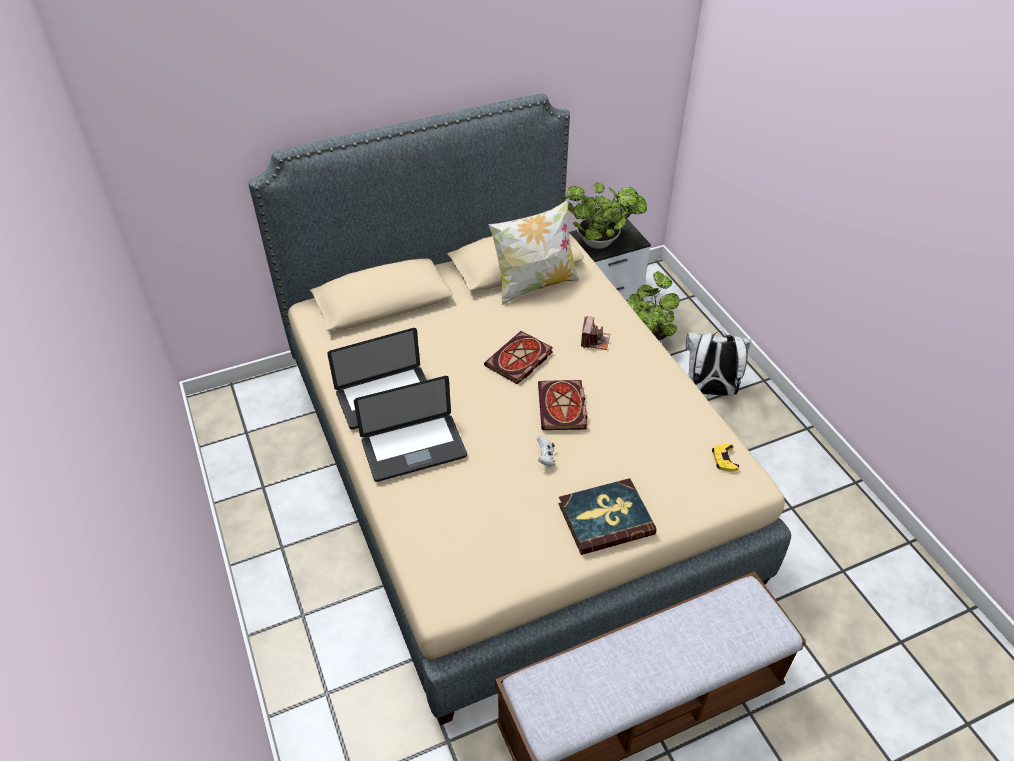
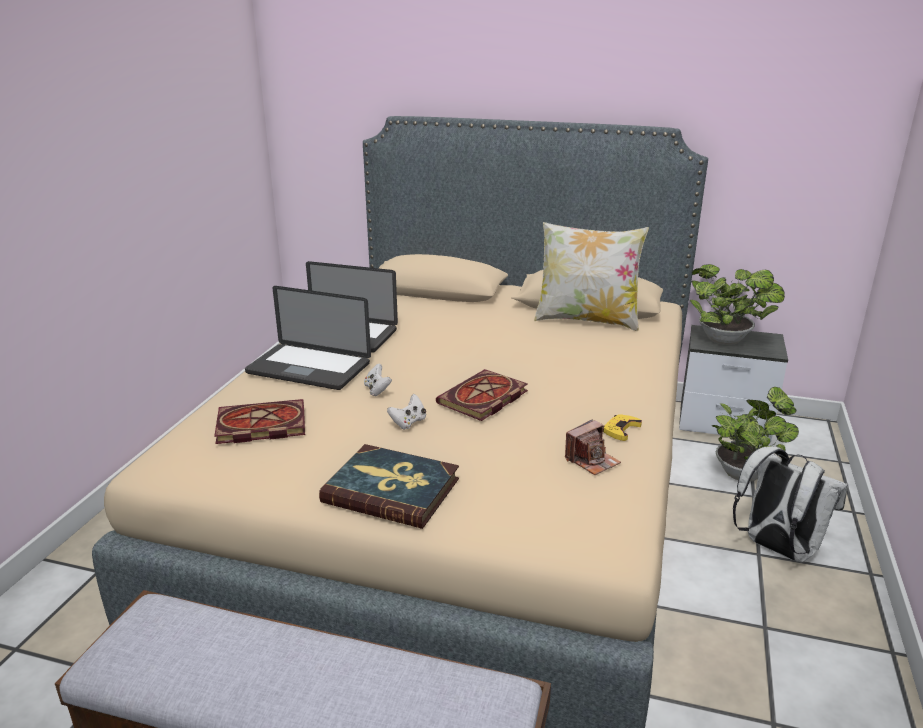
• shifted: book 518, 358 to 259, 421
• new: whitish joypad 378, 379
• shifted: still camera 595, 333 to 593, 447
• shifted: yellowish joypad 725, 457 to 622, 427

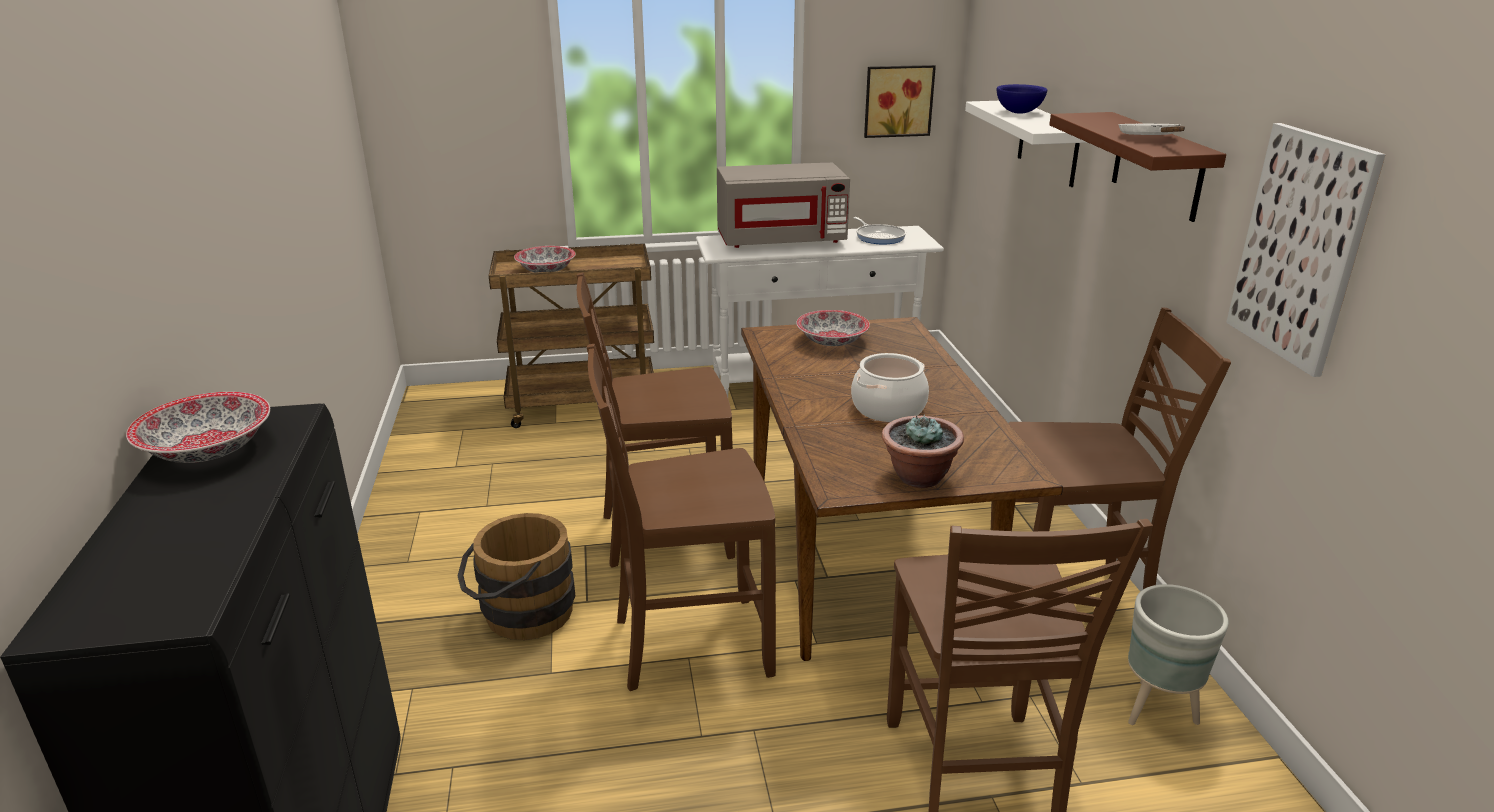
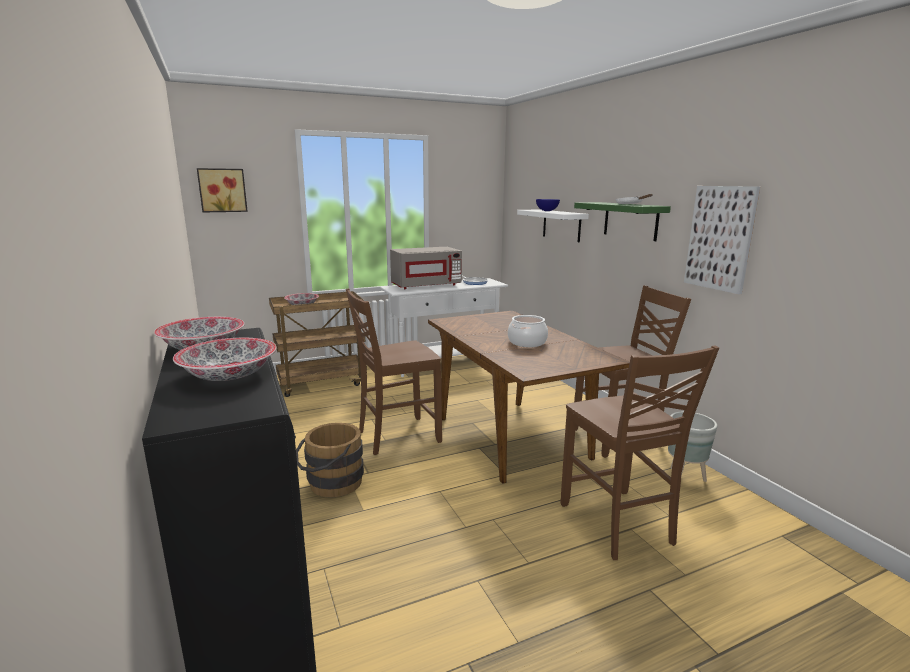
• shifted: deep dish 833, 328 to 225, 359
• shifted: wall art 900, 101 to 222, 190
• repainted: brown-coloured shelf 1137, 167 to greenish shelf 622, 221
• gone: brown-coloured chair 681, 517
• gone: potted plant 923, 451

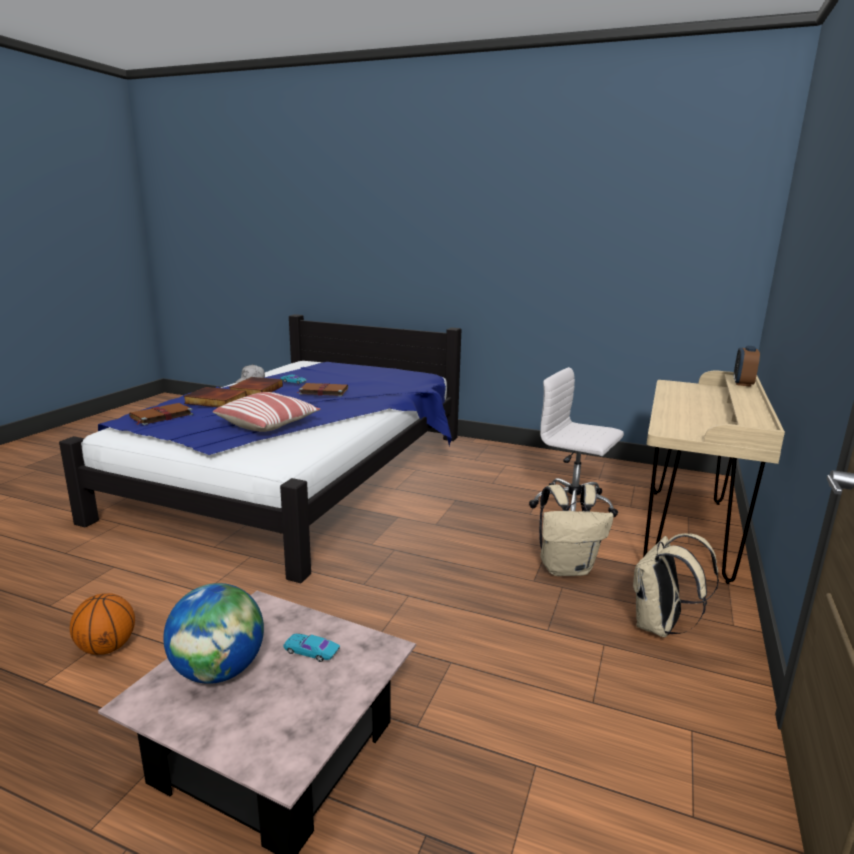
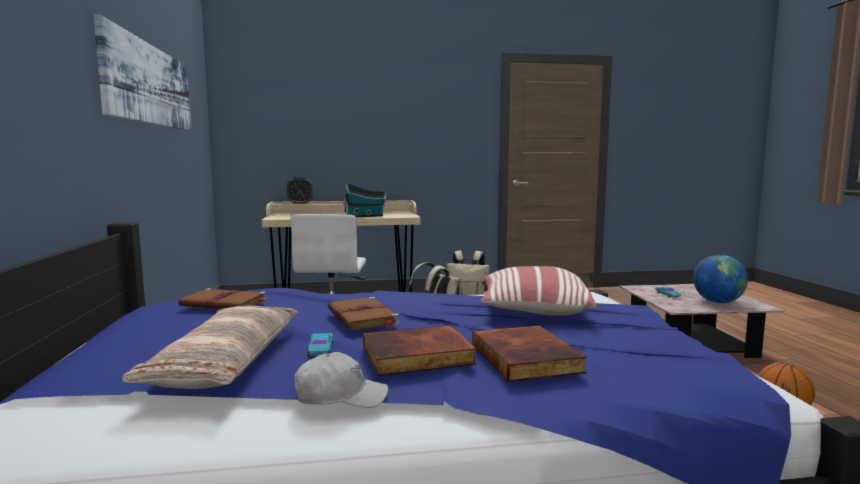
• new: wall art 142, 73
• new: cushion 210, 347
• shifted: brown-coloured book 161, 414 to 222, 298
• new: model house 364, 200

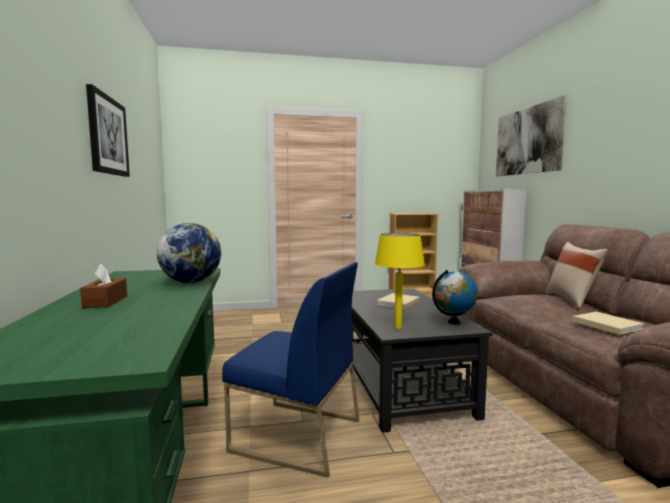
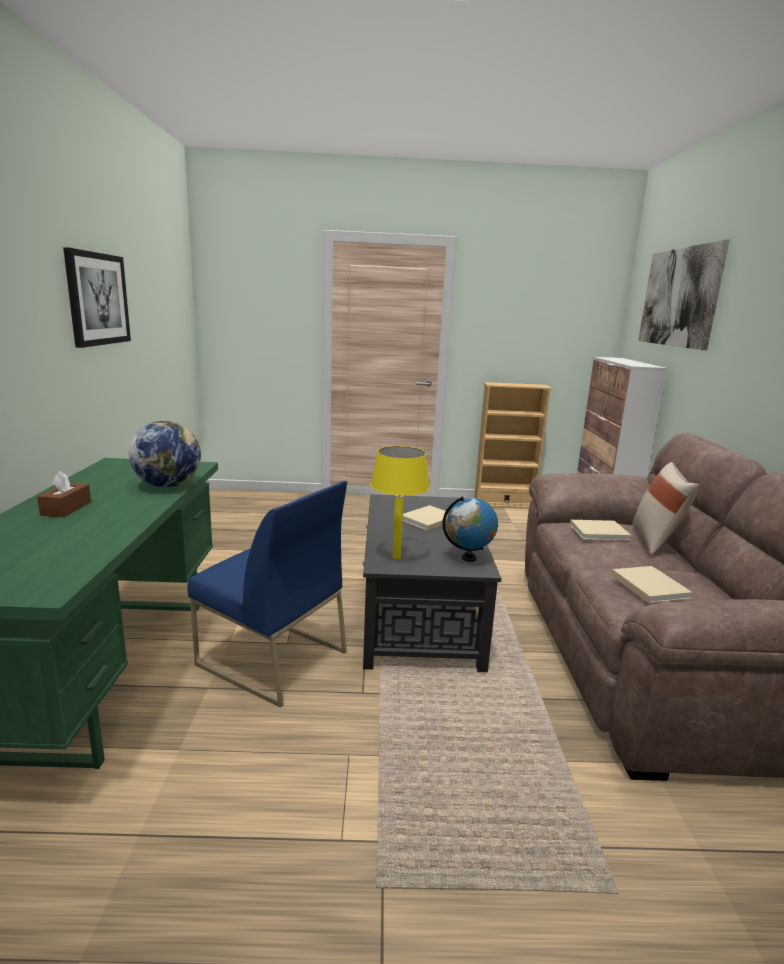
• new: beige-coloured book 600, 530

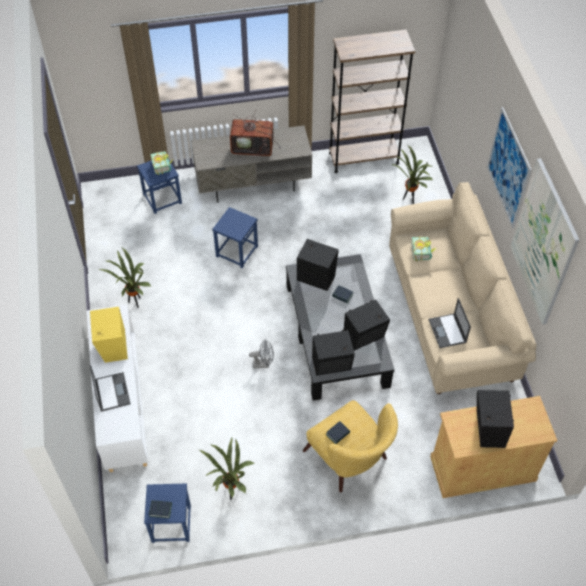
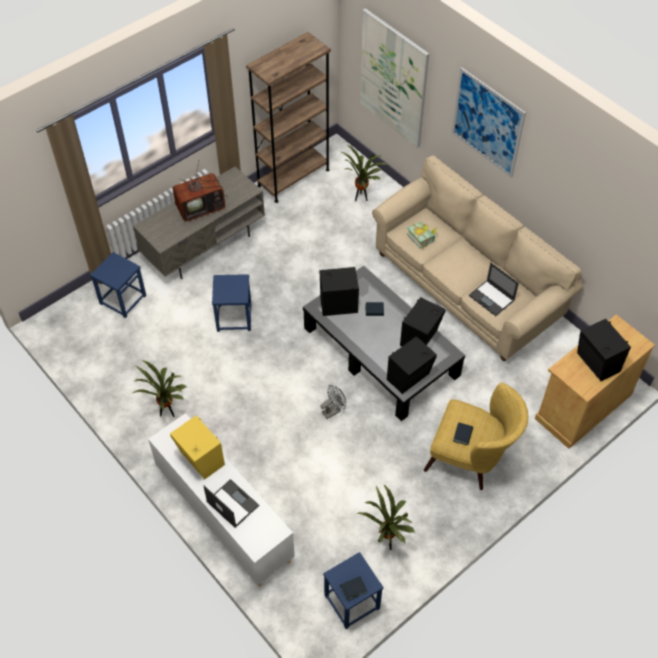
• shifted: wall art 544, 241 to 394, 78
• gone: book 162, 163

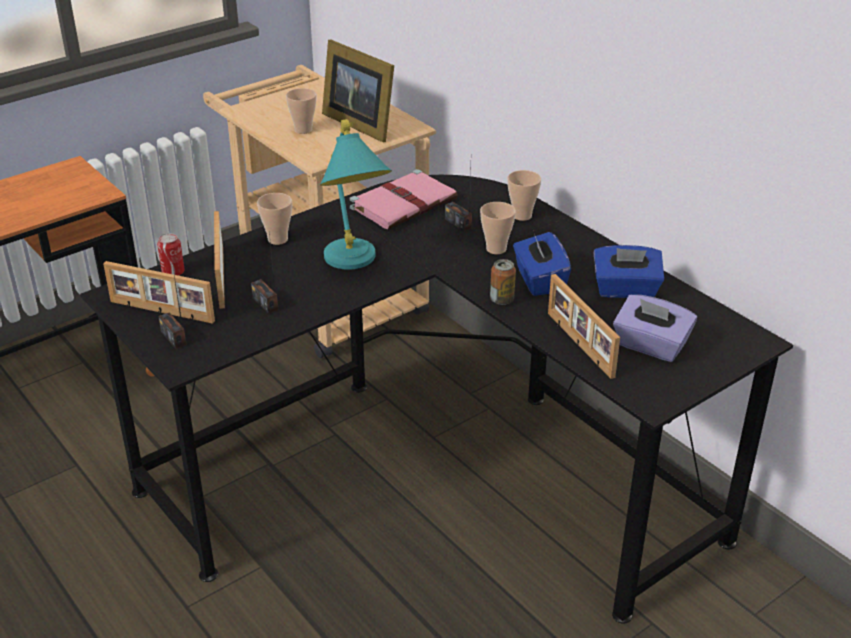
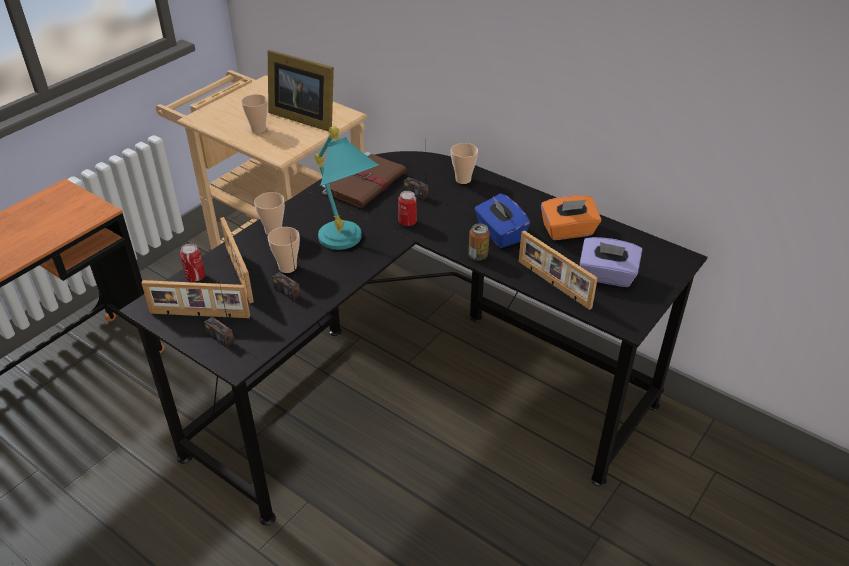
• shifted: small cup 498, 228 to 283, 250
• repainted: pink book 403, 199 to brown-coloured book 364, 180
• new: sealed can 407, 208
• repainted: blue-coloured tissue holder 629, 271 to orangey tissue holder 571, 217

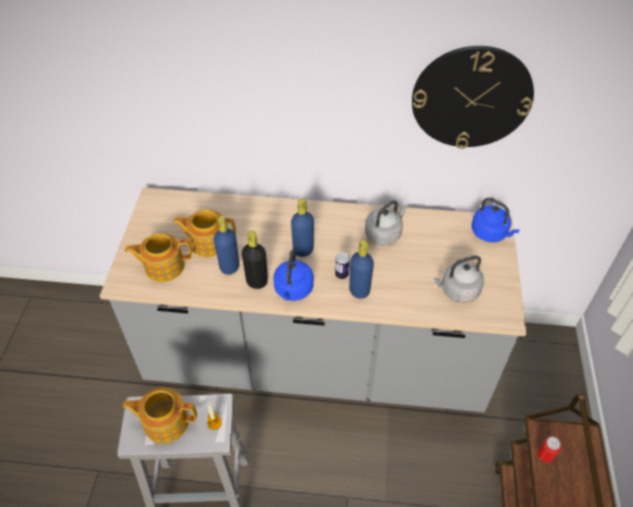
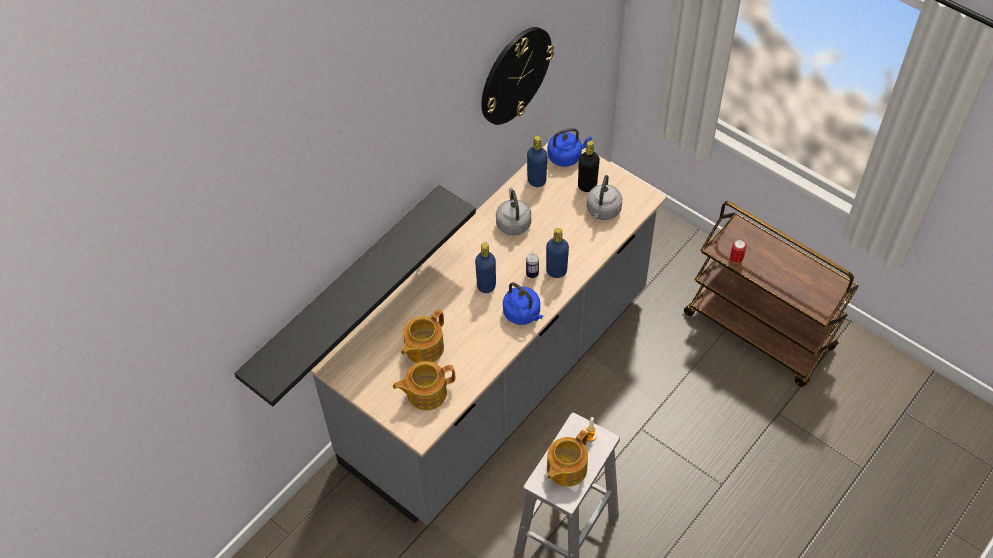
• new: blackish shelf 355, 296
• rotated: teapot 158, 257 = 424, 386 45 degrees clockwise
• shifted: blue-coloured beverage bottle 226, 245 to 537, 161
• shifted: blackish beverage bottle 255, 260 to 589, 166

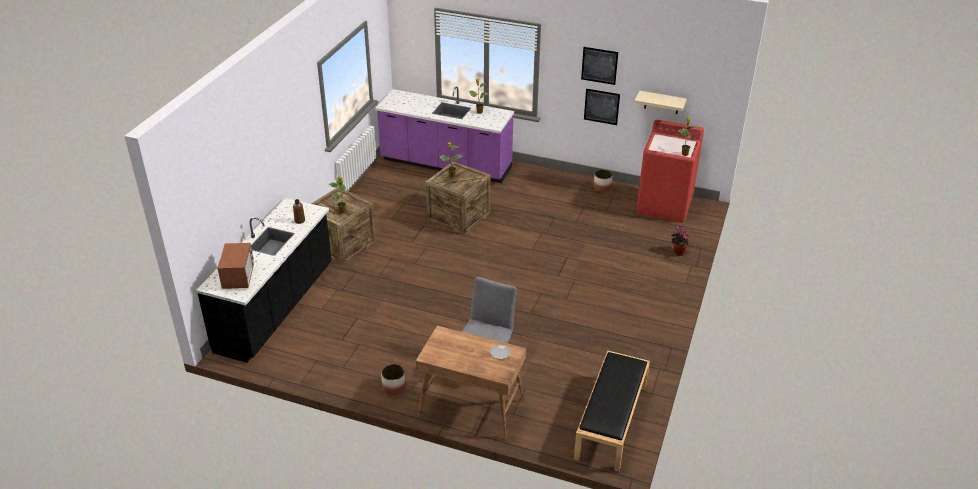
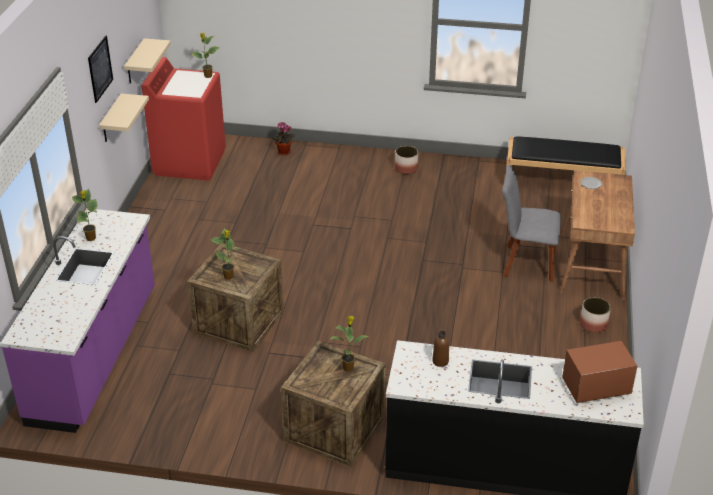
• swapped: wall art 602, 107 to beige-coloured shelf 124, 118
• shifted: flower pot 603, 180 to 406, 160

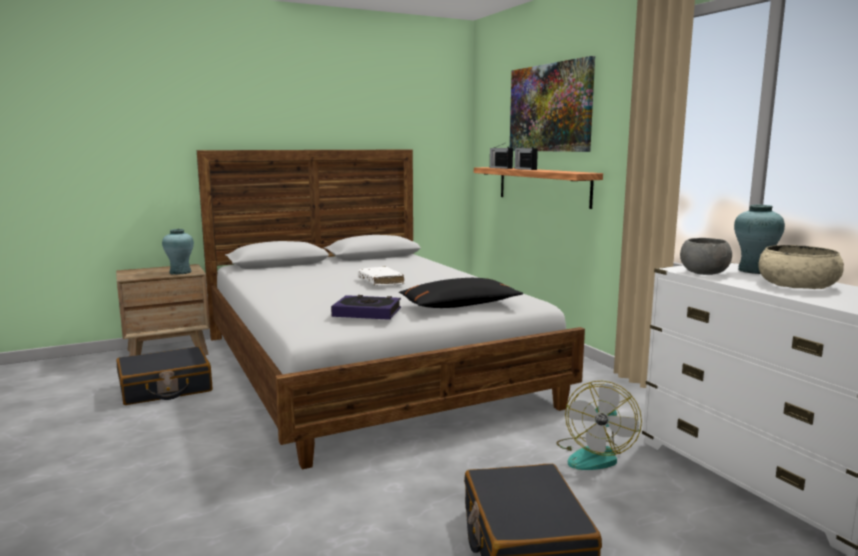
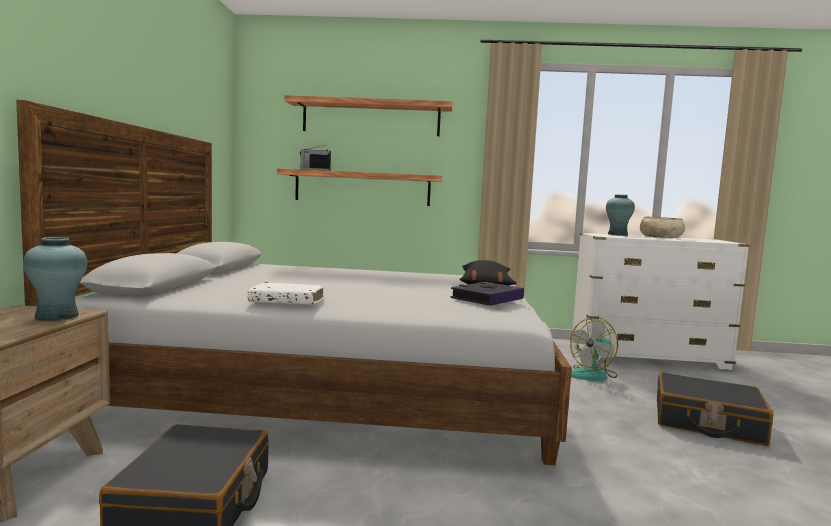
• shifted: whitish book 381, 276 to 286, 293
• swapped: wall art 552, 104 to shelf 368, 115
• rotated: cooling fan 599, 425 = 594, 349 90 degrees clockwise
• gone: radio set 526, 156
• gone: gray deep dish 706, 256

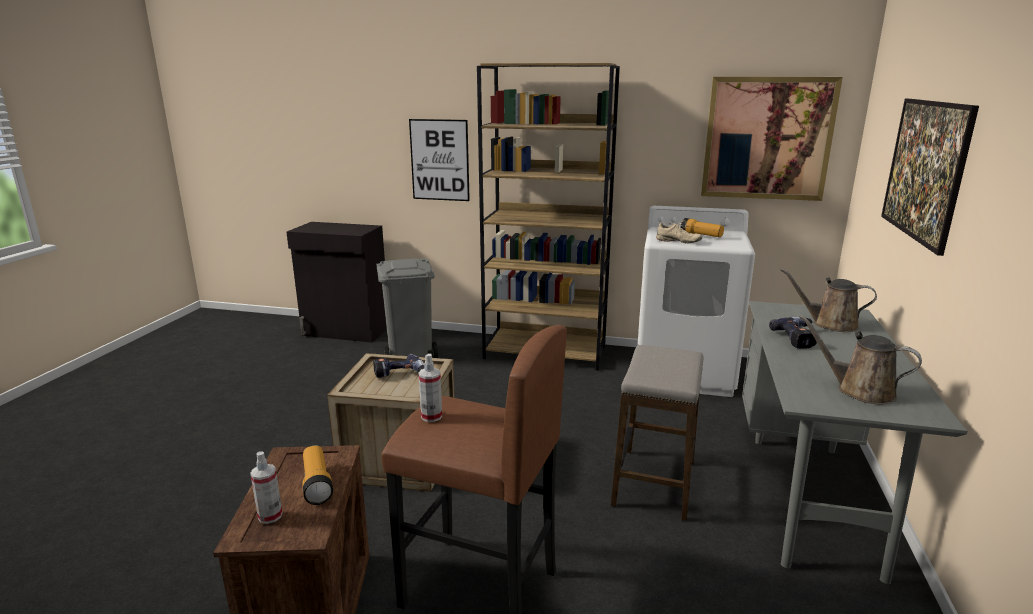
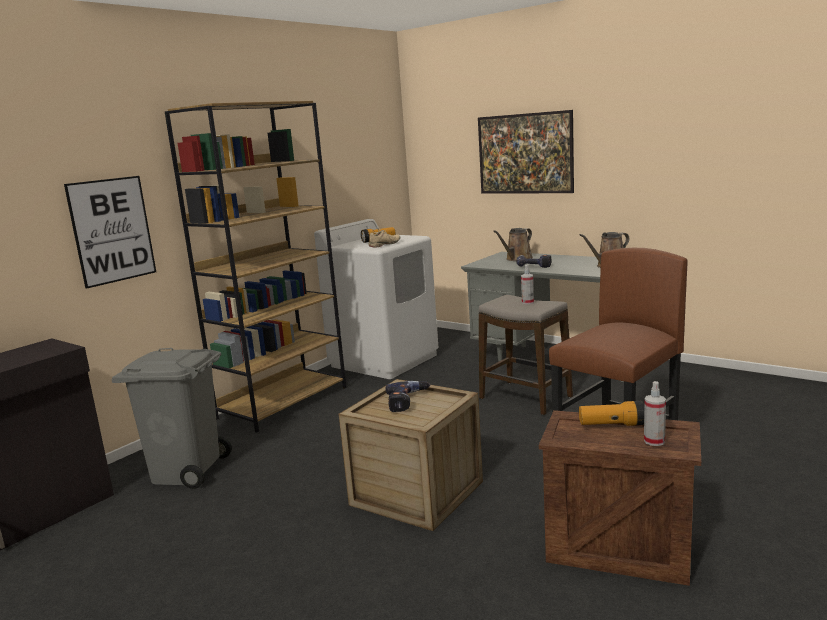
• shifted: hand sprayer 430, 388 to 527, 284
• gone: wall art 772, 139

